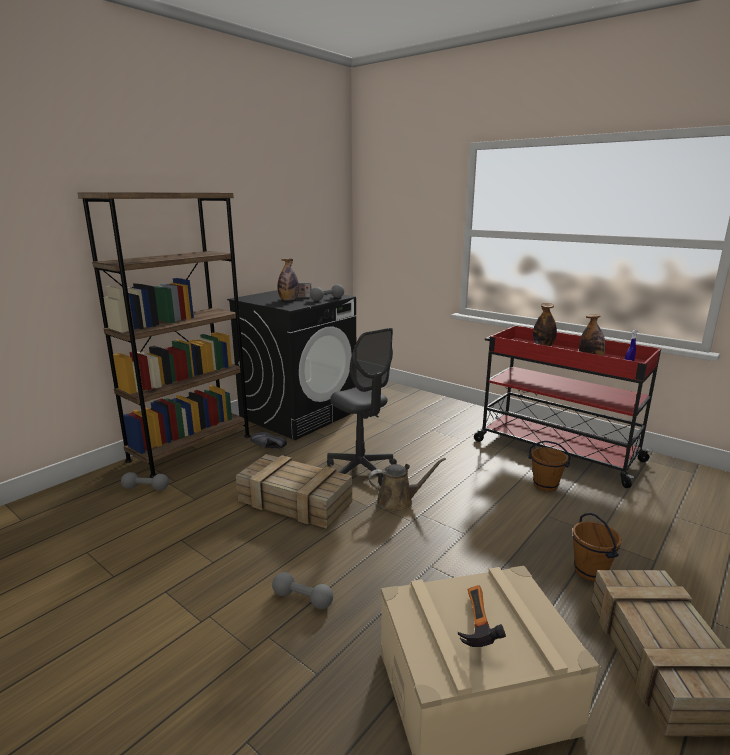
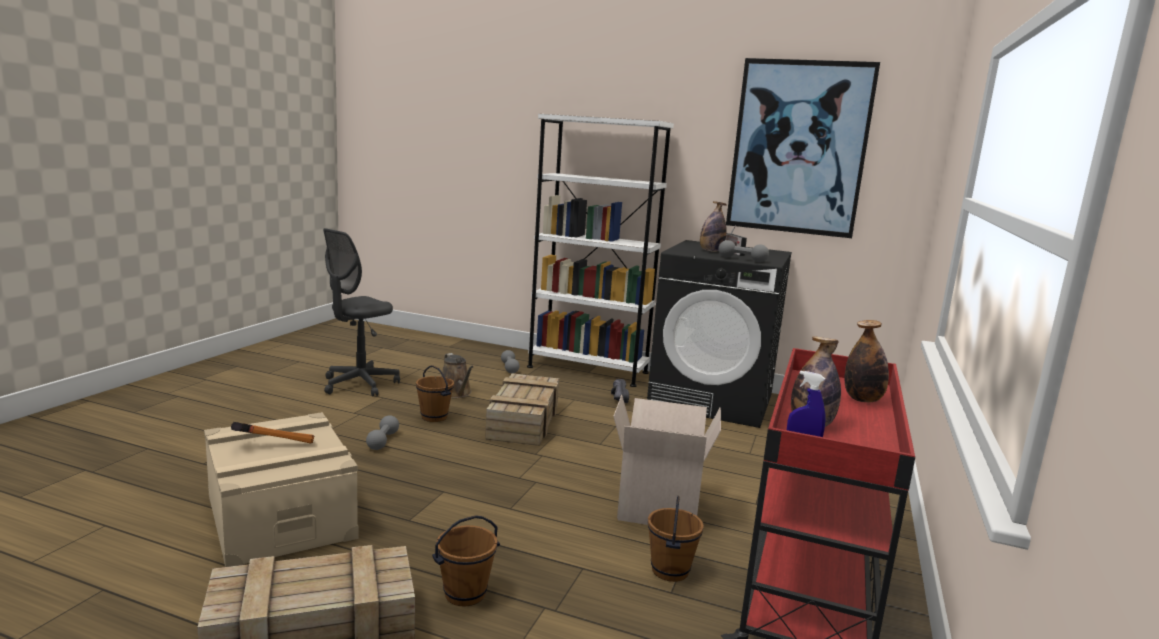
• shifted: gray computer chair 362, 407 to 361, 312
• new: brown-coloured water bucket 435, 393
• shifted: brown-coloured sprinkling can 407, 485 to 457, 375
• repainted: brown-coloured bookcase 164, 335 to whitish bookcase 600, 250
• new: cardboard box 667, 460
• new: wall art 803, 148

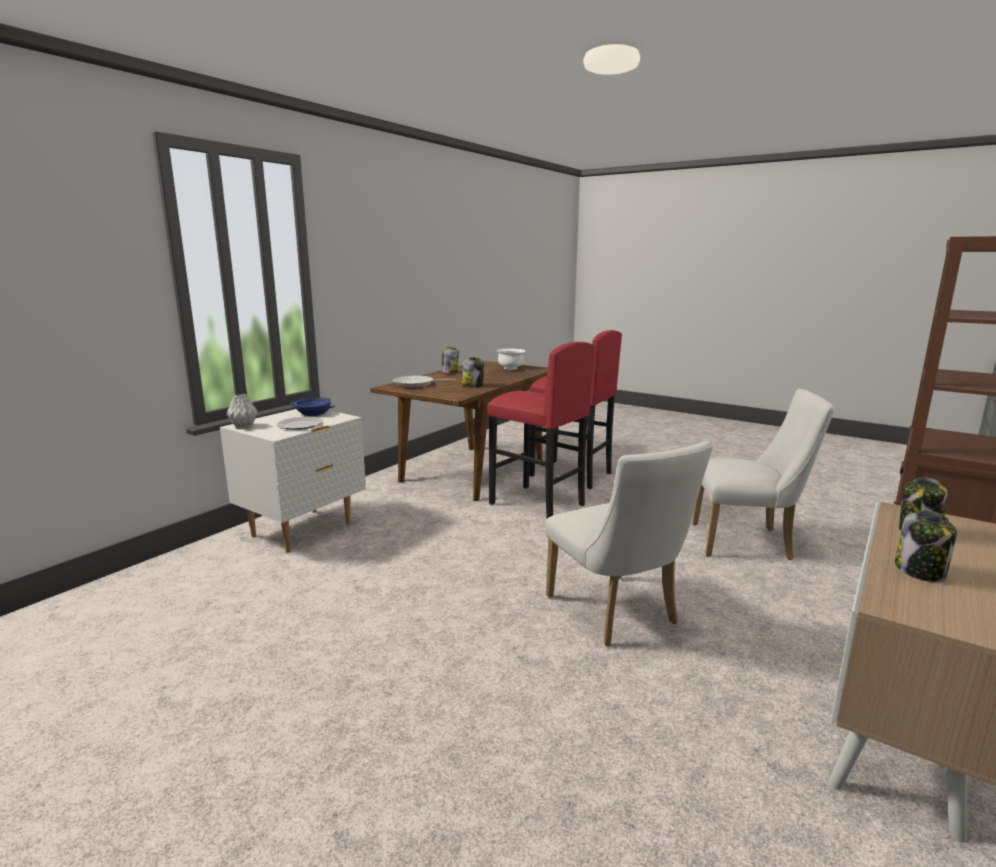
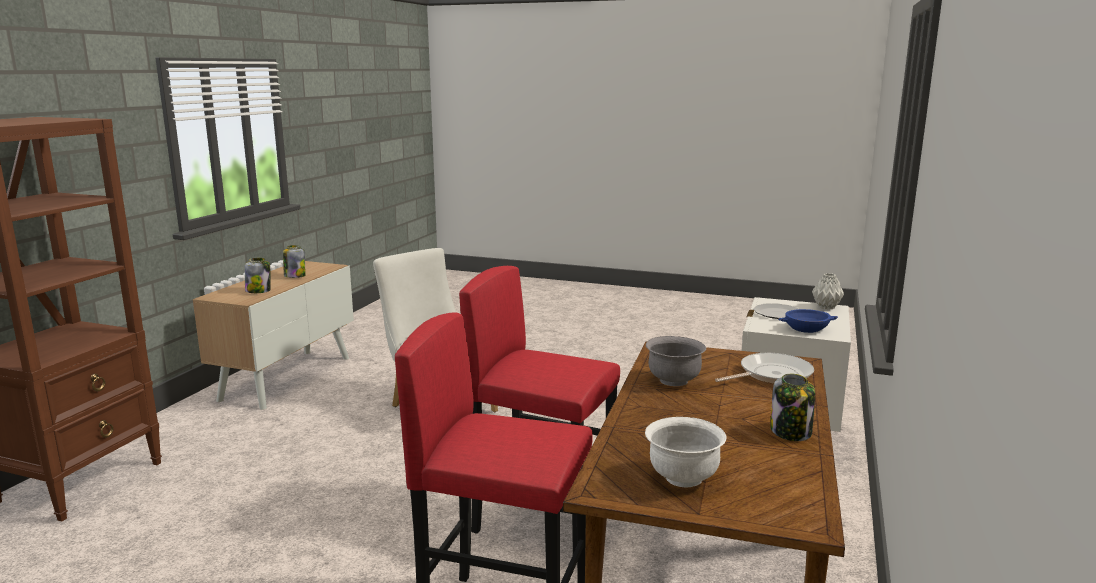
• swapped: preserve jar 473, 372 to gray deep dish 676, 361
• gone: whitish chair 763, 474

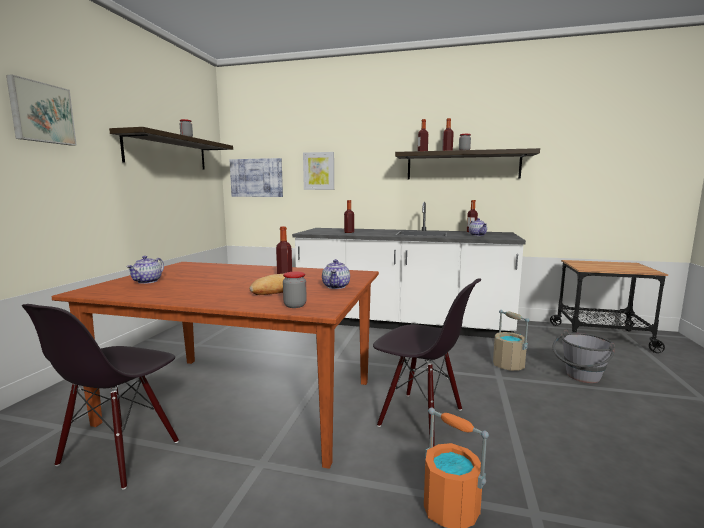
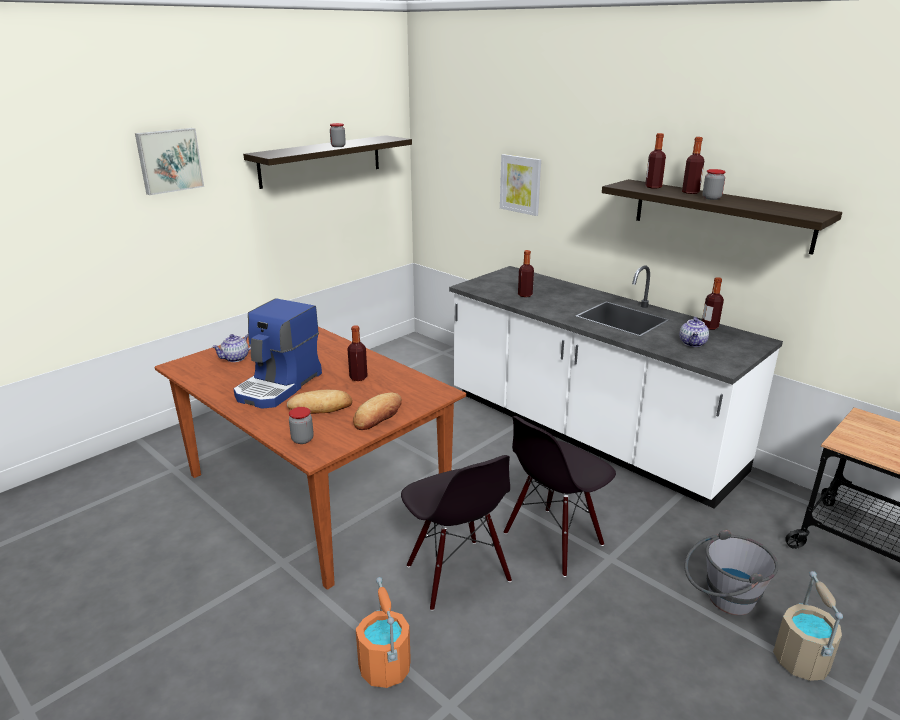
• new: coffee brewer 277, 354
• swapped: teapot 336, 274 to baked bread 377, 411
• shifted: blackish chair 100, 397 to 560, 496
• shifted: beige-coloured water bucket 511, 340 to 808, 626
• gone: wall art 256, 177

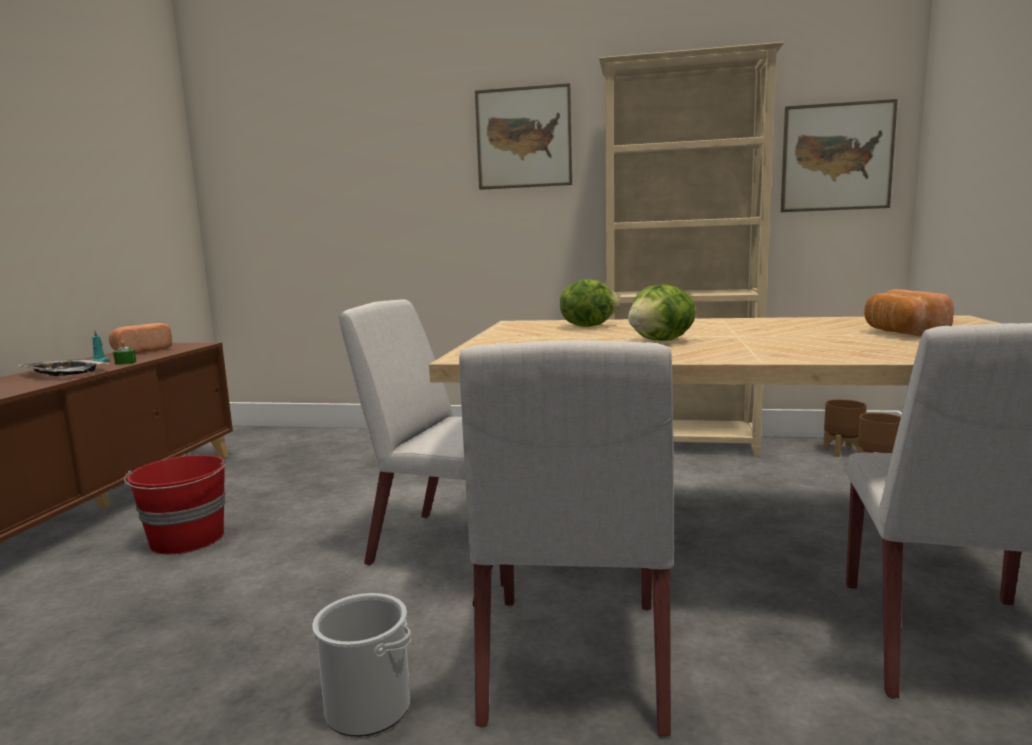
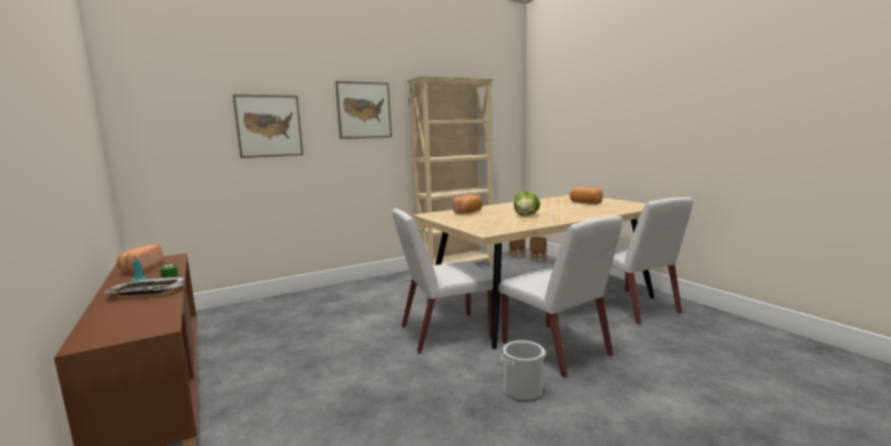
• shifted: wall art 839, 155 to 268, 126
• swapped: lettuce 590, 303 to baked bread 467, 204
• gone: reddish water bucket 175, 504

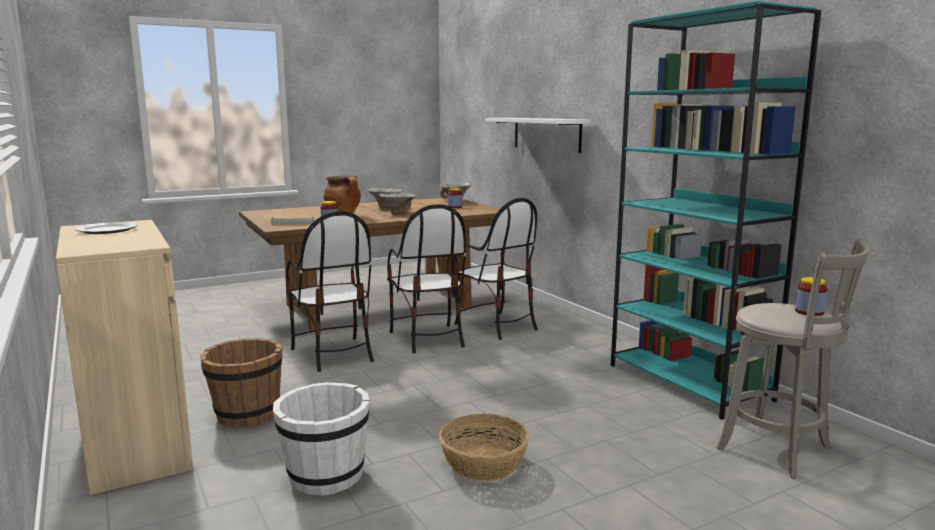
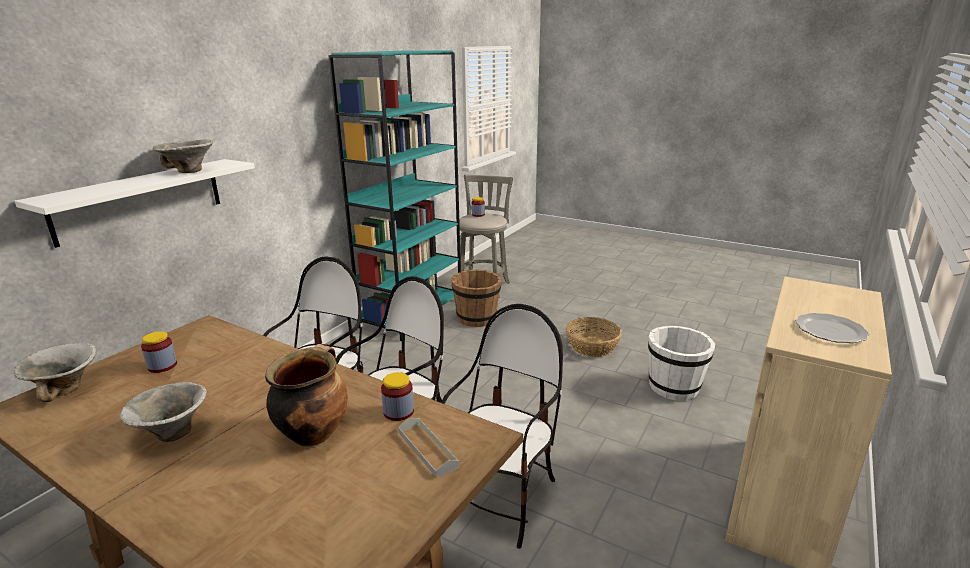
• shifted: deep dish 397, 203 to 183, 156
• shifted: brown-coloured water bucket 241, 382 to 476, 298

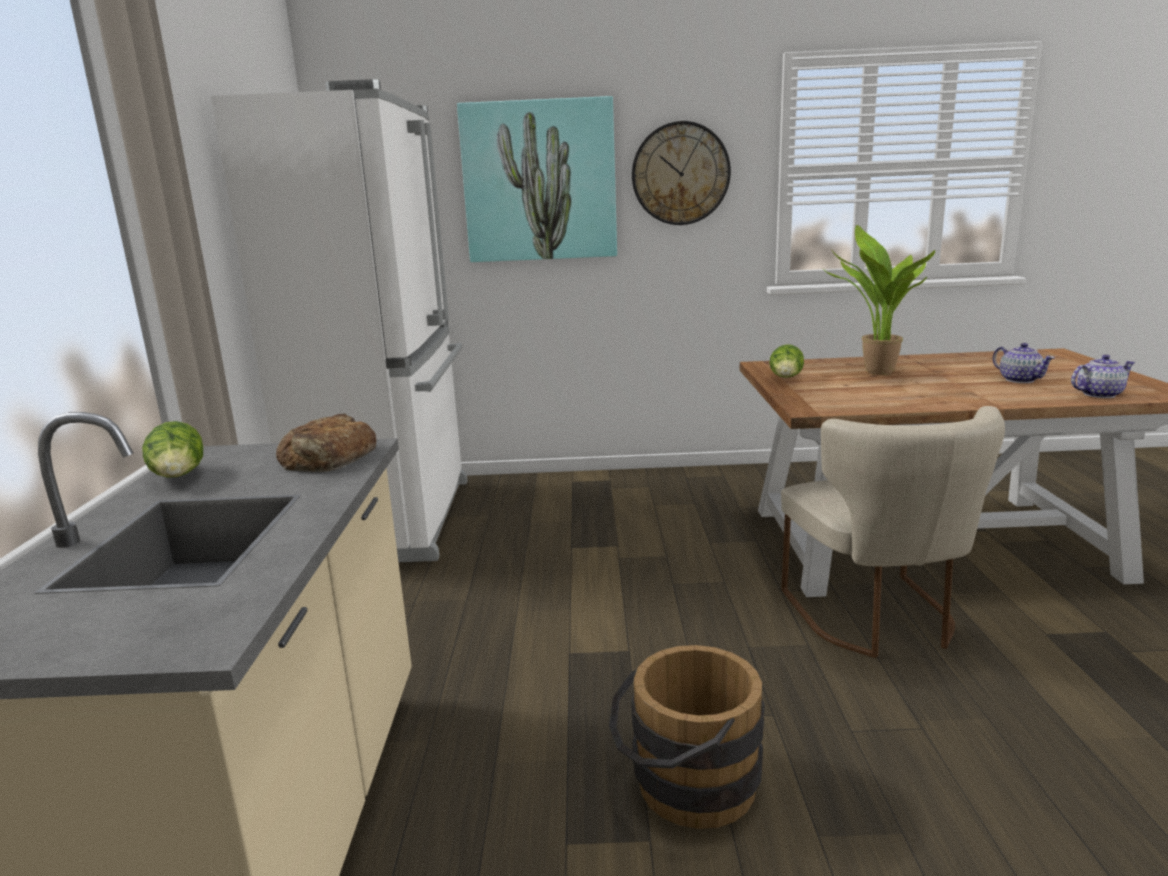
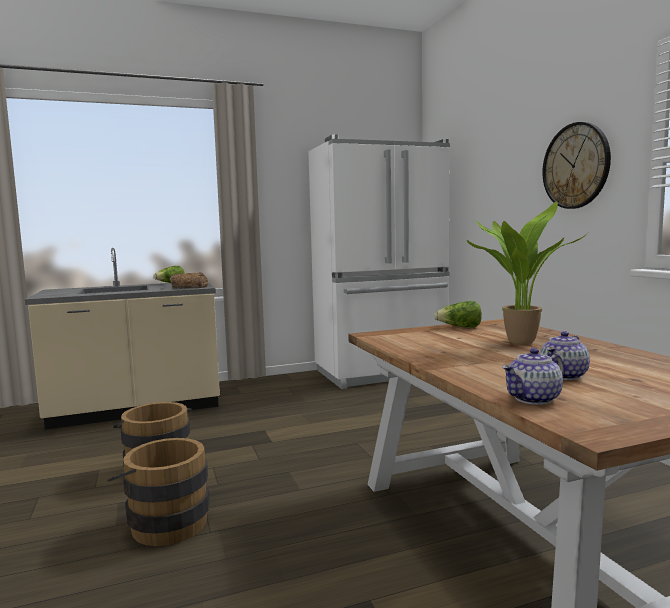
• new: brown-coloured water bucket 158, 492
• rotated: teapot 1103, 376 = 533, 376 90 degrees clockwise
• gone: wall art 537, 179
• gone: beige-coloured chair 893, 532

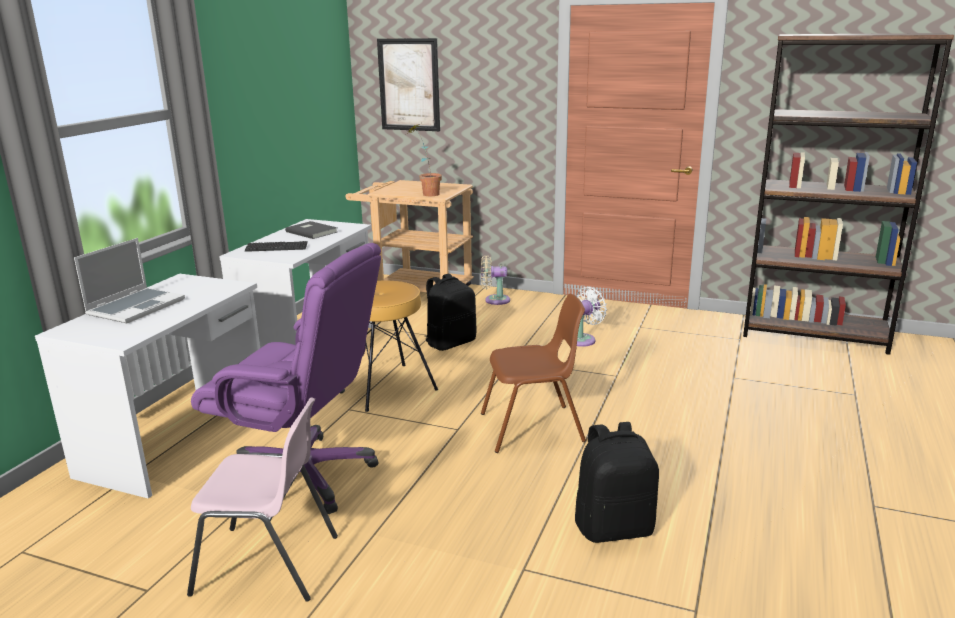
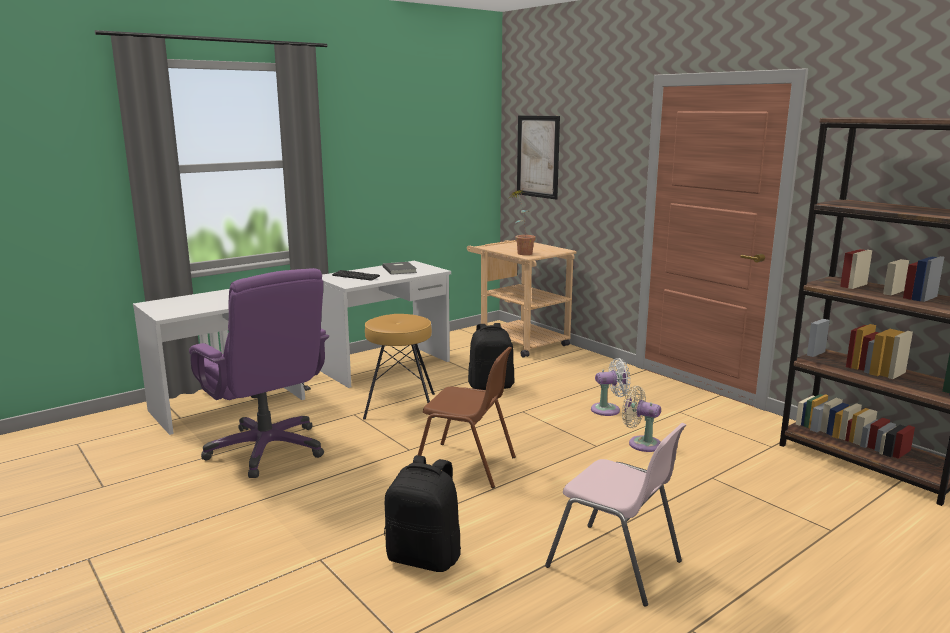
• shifted: pink chair 262, 499 to 615, 515
• shifted: beige-coloured cooling fan 495, 280 to 641, 419
• gone: laptop 129, 280

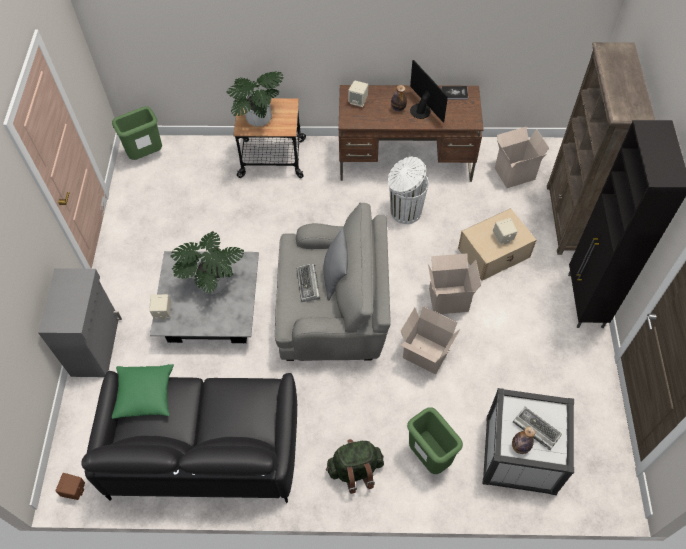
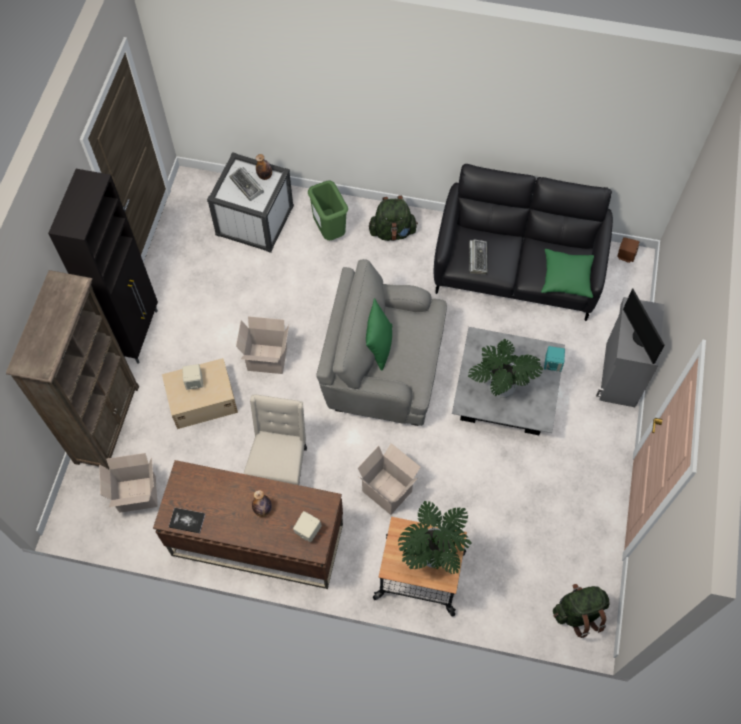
• swapped: whitish rubbish bin 408, 190 to beige-coloured chair 275, 440
• shifted: cardboard box 430, 340 to 389, 479
• repainted: gray cushion 336, 264 to greenish cushion 379, 334
• shifted: keyboard 308, 283 to 478, 257
• repainted: beige-coloured audio speaker 160, 307 to turquoise-coloured audio speaker 554, 359
• swapped: greenish rubbish bin 137, 133 to greenish rucksack 581, 611
• shifted: computer display 429, 91 to 644, 326

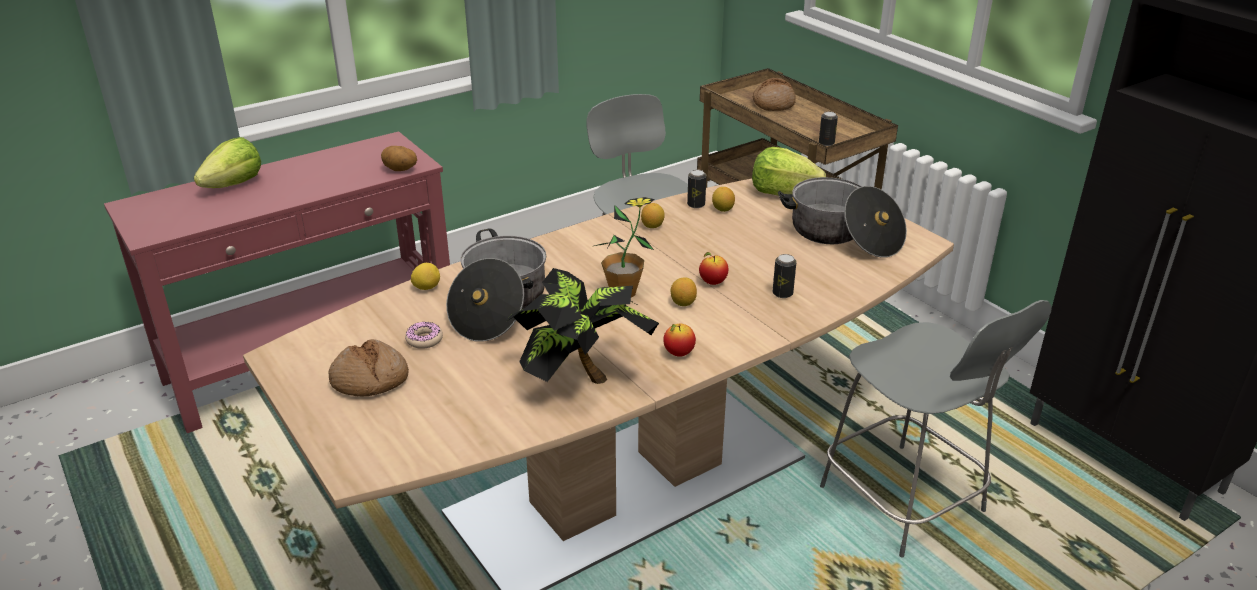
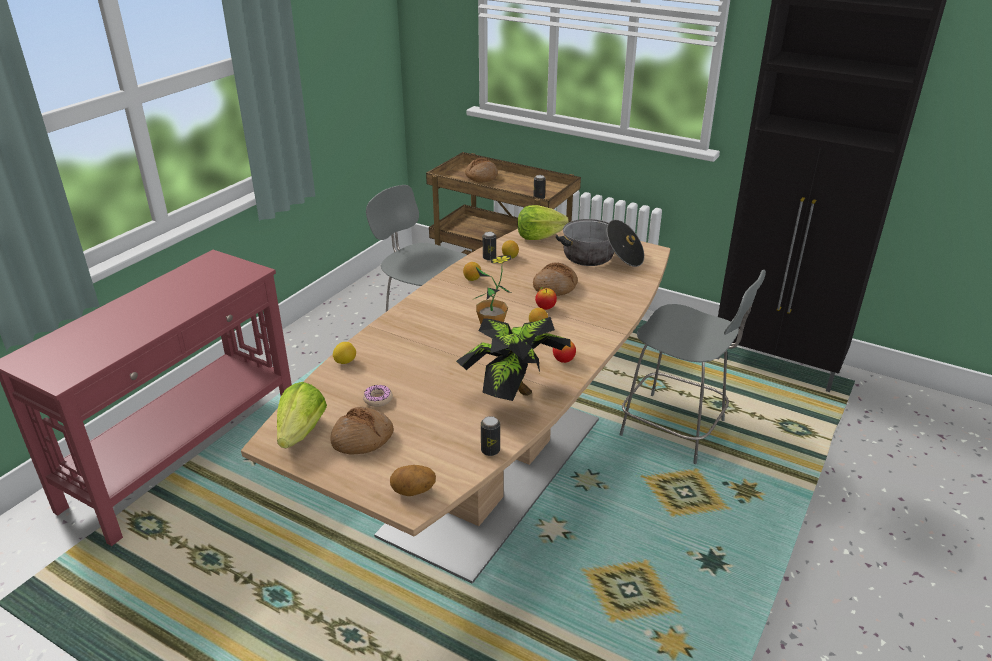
• shifted: lettuce 227, 162 to 302, 415
• shifted: potato 399, 158 to 413, 480
• shifted: sealed can 785, 276 to 490, 436
• new: baked bread 555, 279
• gone: stockpot 496, 285

